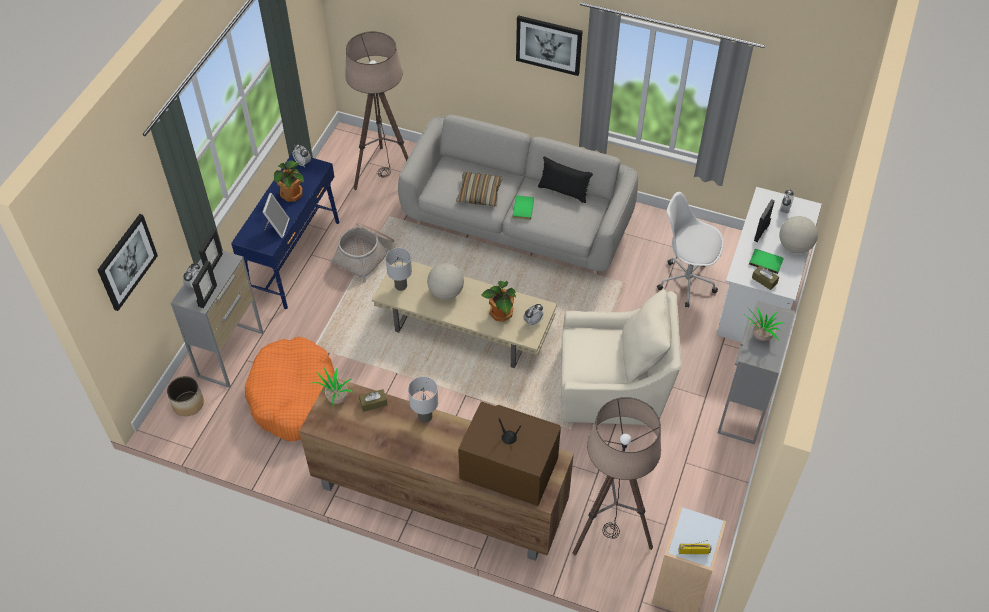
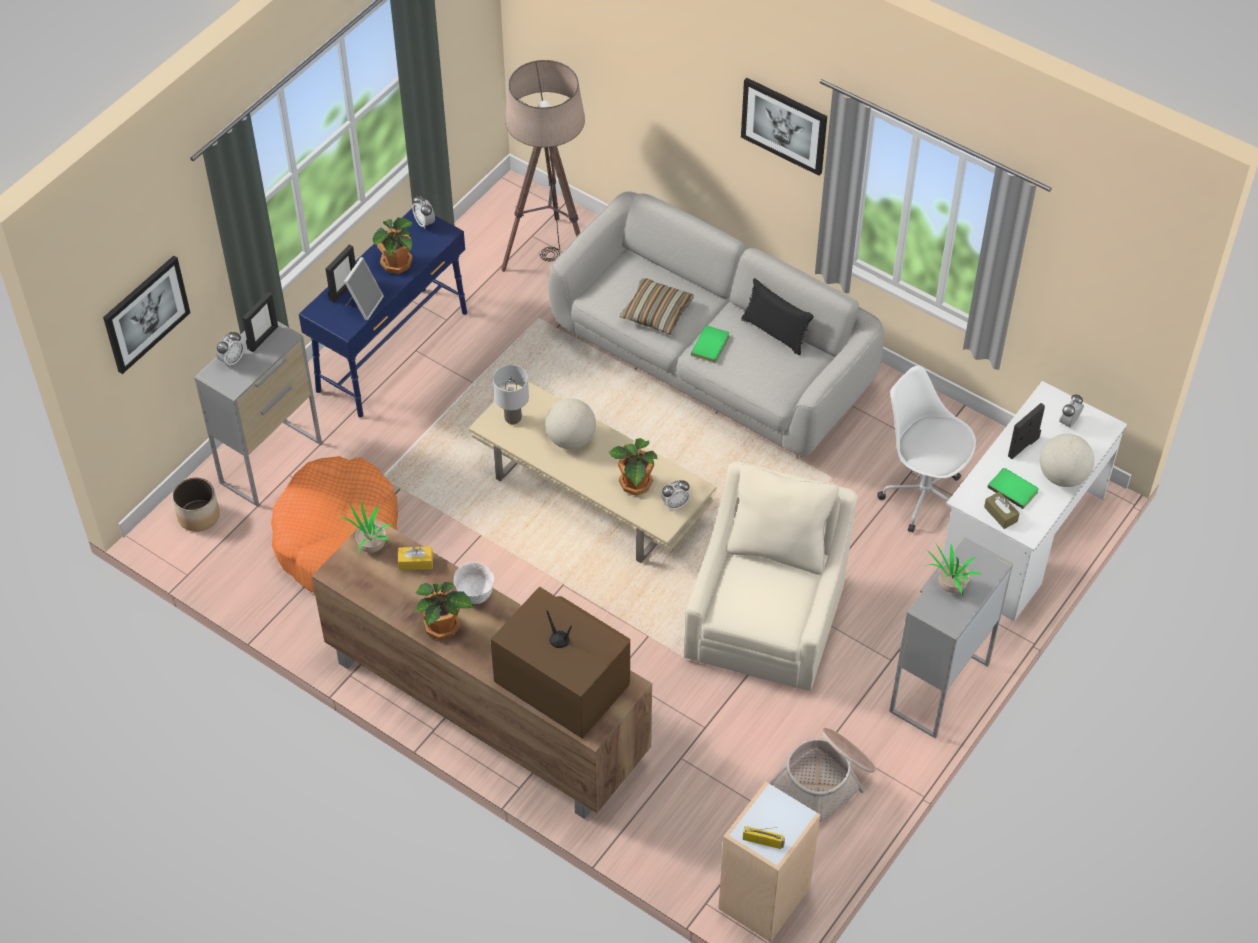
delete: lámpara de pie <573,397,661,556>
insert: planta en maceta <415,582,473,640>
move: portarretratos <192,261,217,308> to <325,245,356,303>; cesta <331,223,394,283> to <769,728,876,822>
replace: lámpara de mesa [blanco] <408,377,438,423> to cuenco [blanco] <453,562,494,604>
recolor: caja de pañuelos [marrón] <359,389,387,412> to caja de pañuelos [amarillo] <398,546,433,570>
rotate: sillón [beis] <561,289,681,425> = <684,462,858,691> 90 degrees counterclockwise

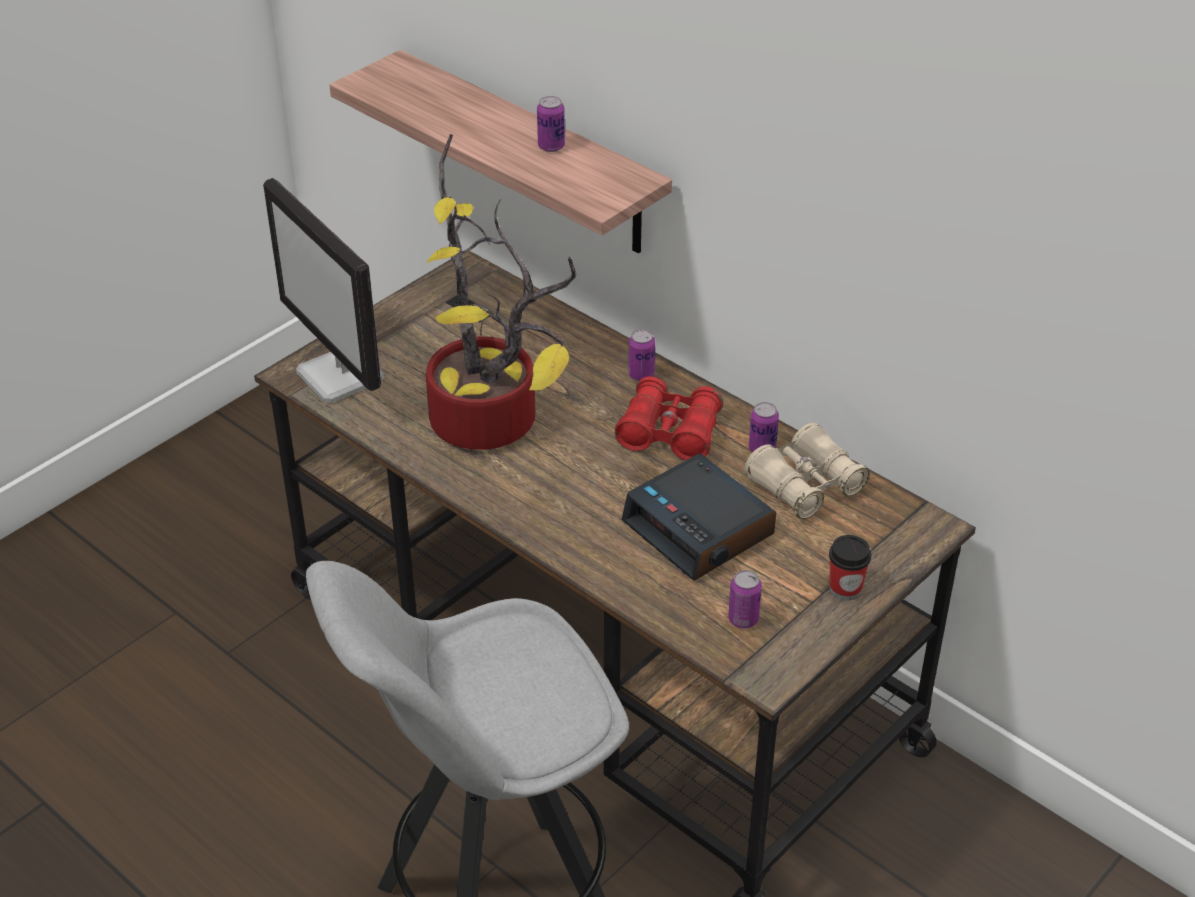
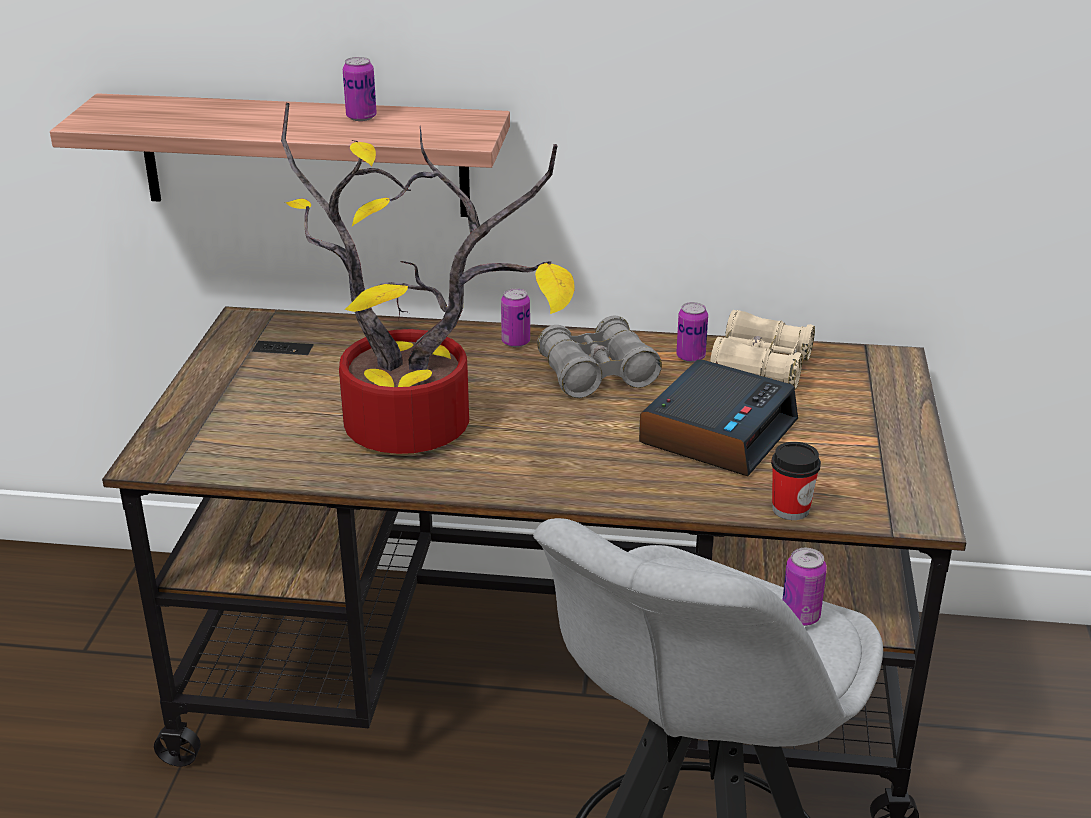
delete: monitor <263,178,384,403>
move: lata <728,570,762,629> to <782,548,827,626>; taza <829,535,871,601> to <771,442,821,520>
recolor: prismáticos [rojo] <615,376,723,461> to prismáticos [gris] <537,316,662,398>
rotate: despertador <622,453,776,581> = <639,359,798,476> 75 degrees counterclockwise

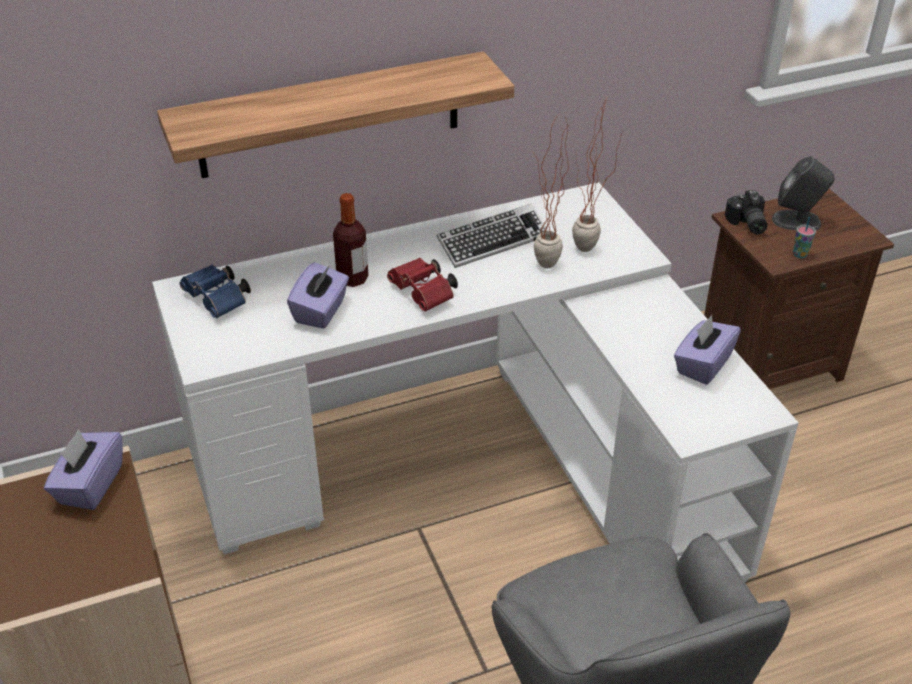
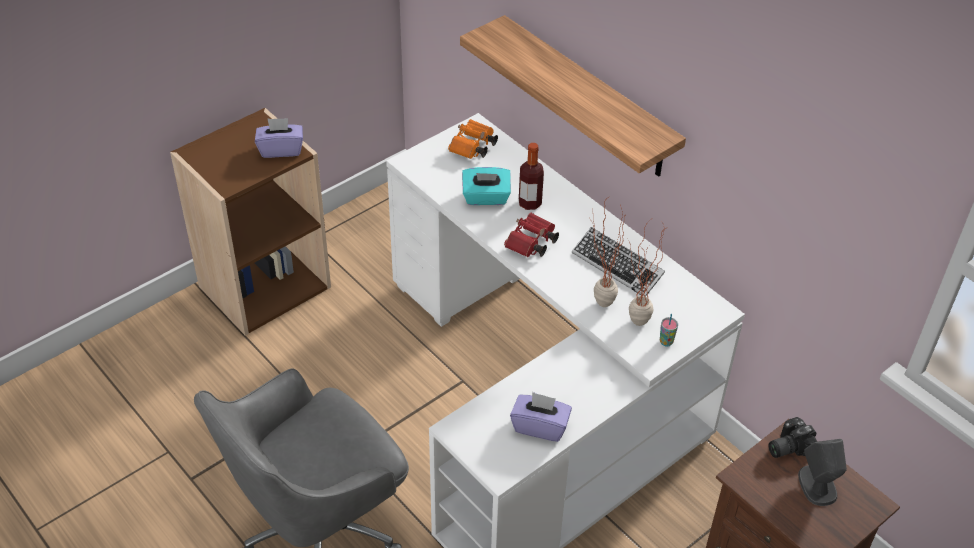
move: taza <793,217,816,258> to <660,314,678,347>
recolor: prismáticos [azul] <180,264,251,318> to prismáticos [naranja] <448,119,498,159>; caja de pañuelos [morado] <287,262,349,329> to caja de pañuelos [turquesa] <462,167,511,205>

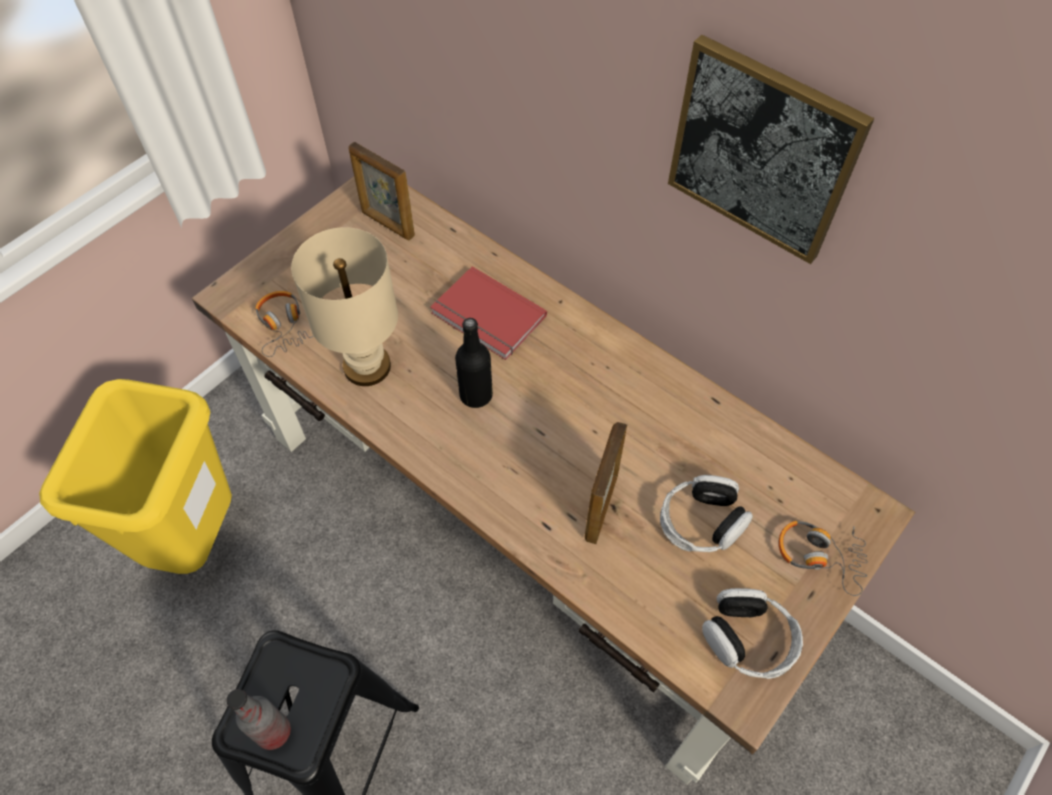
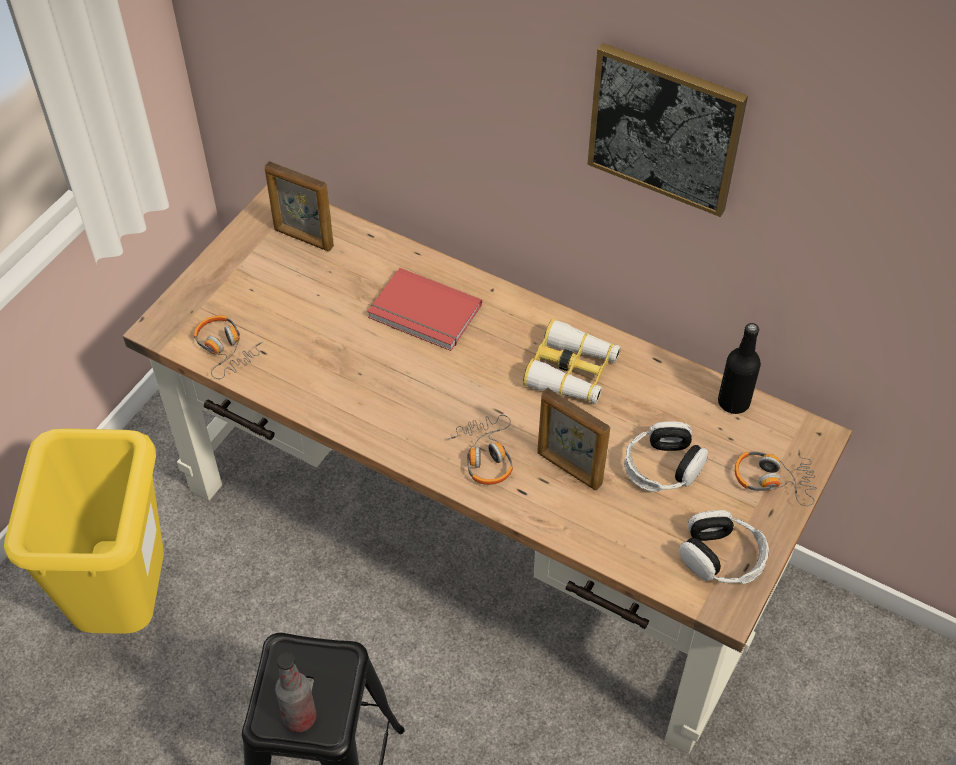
delete: lámpara de mesa [beis] <291,227,398,386>
insert: auriculares <448,415,513,485>; prismáticos <523,319,621,404>
move: botella [negro] <455,318,493,408> to <718,323,761,414>
rotate: portarretratos <585,422,627,544> = <537,387,610,490> 60 degrees counterclockwise

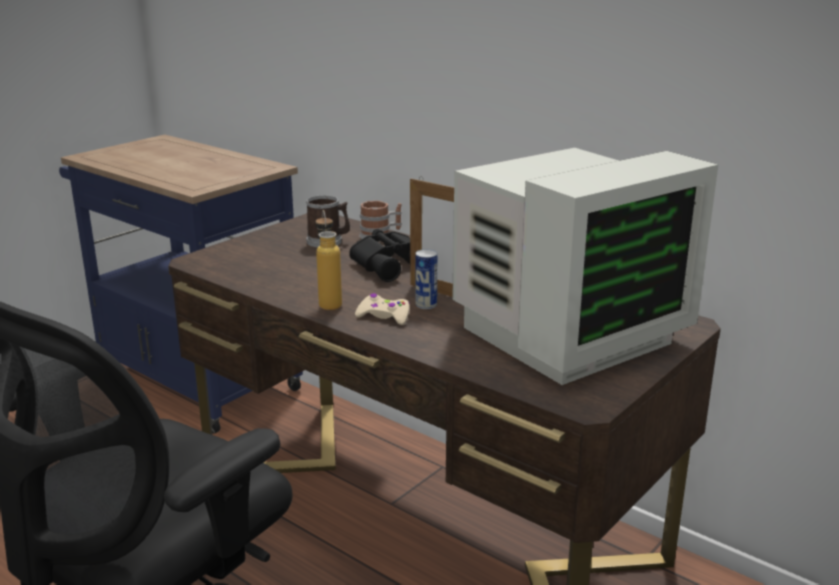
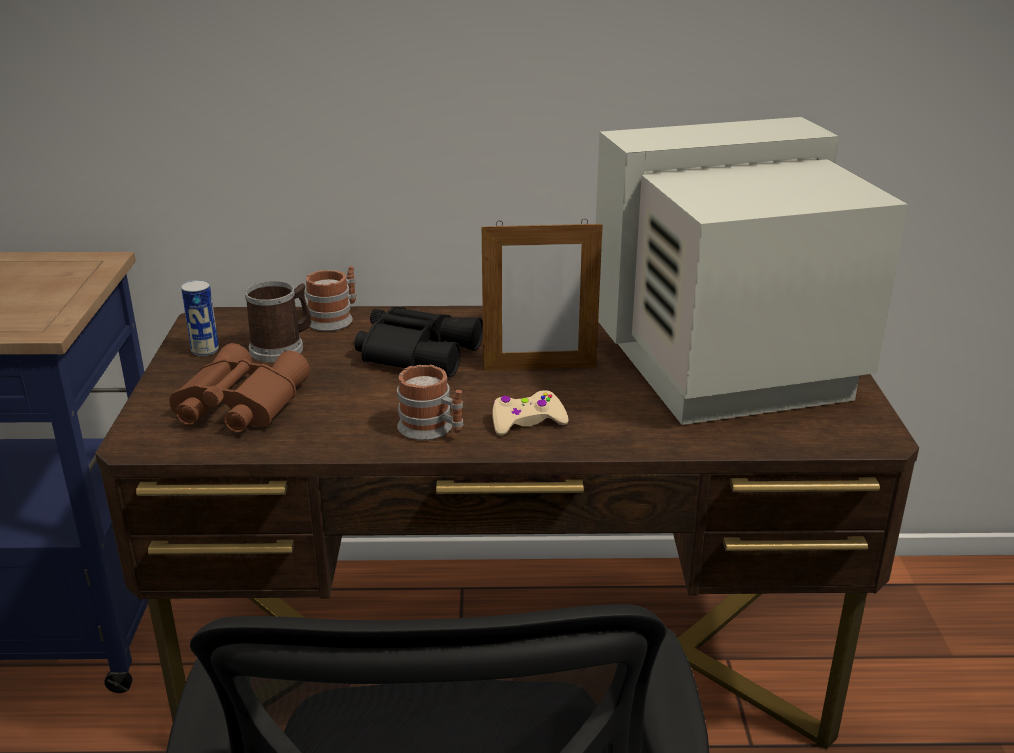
insert: prismáticos [marrón] <169,343,310,432>
move: lata <416,249,437,309> to <181,280,219,356>
replace: botella <316,210,342,310> to taza grande <397,365,463,440>
rotate: monitor <452,148,718,385> = <596,117,908,425> 120 degrees counterclockwise

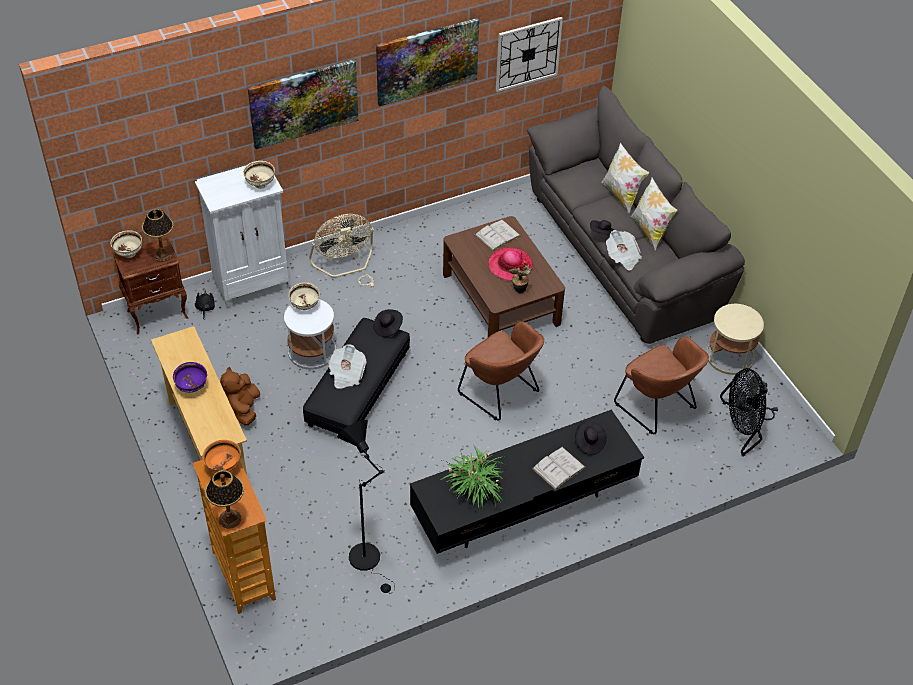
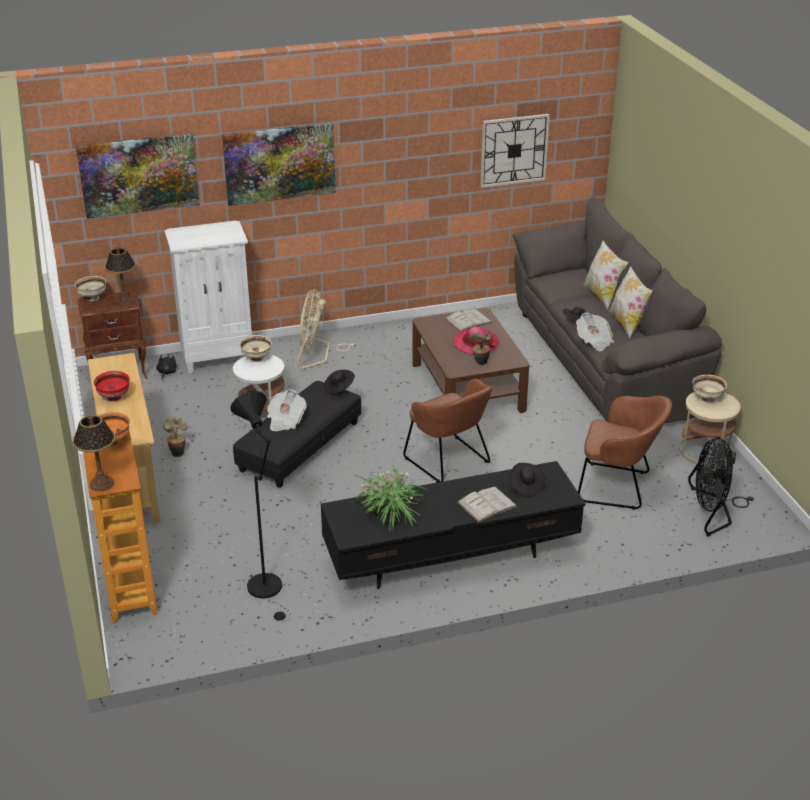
move: cuenco [beis] <243,161,275,189> to <692,375,727,403>; cuadro <376,18,479,106> to <76,134,200,219>
replace: peluche [marrón] <220,367,260,426> to planta en maceta <163,417,188,457>
recolor: cuenco [morado] <173,362,207,393> to cuenco [rojo] <94,371,130,401>
rotate: ventilador [beis] <309,214,374,287> = <297,289,356,370> 75 degrees counterclockwise; sillón [marrón] <614,337,709,434> = <578,395,672,510> 45 degrees counterclockwise

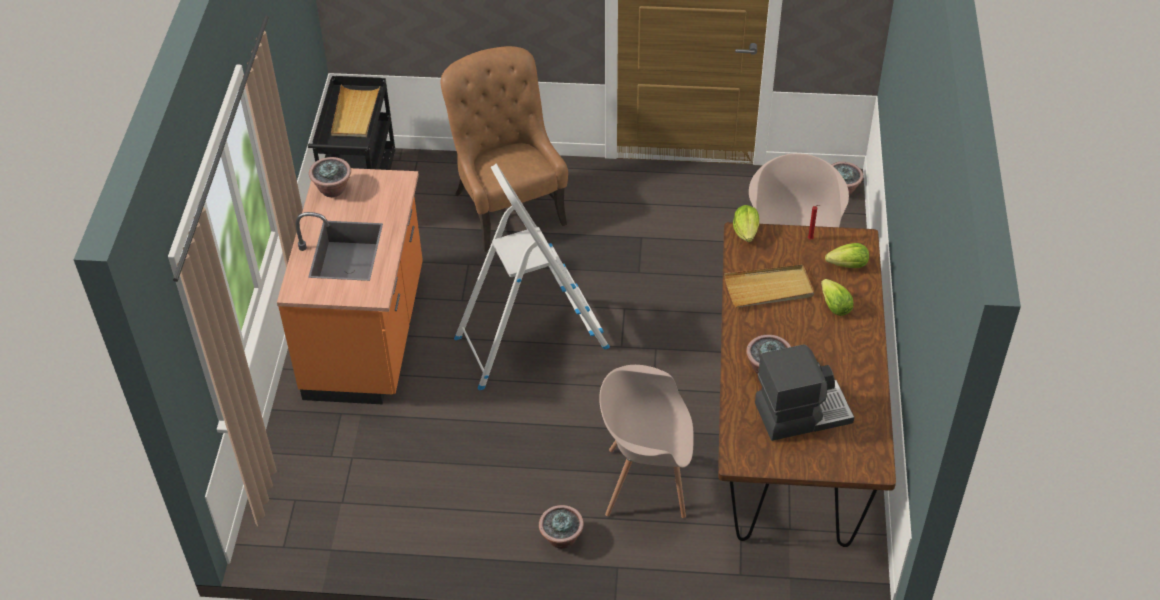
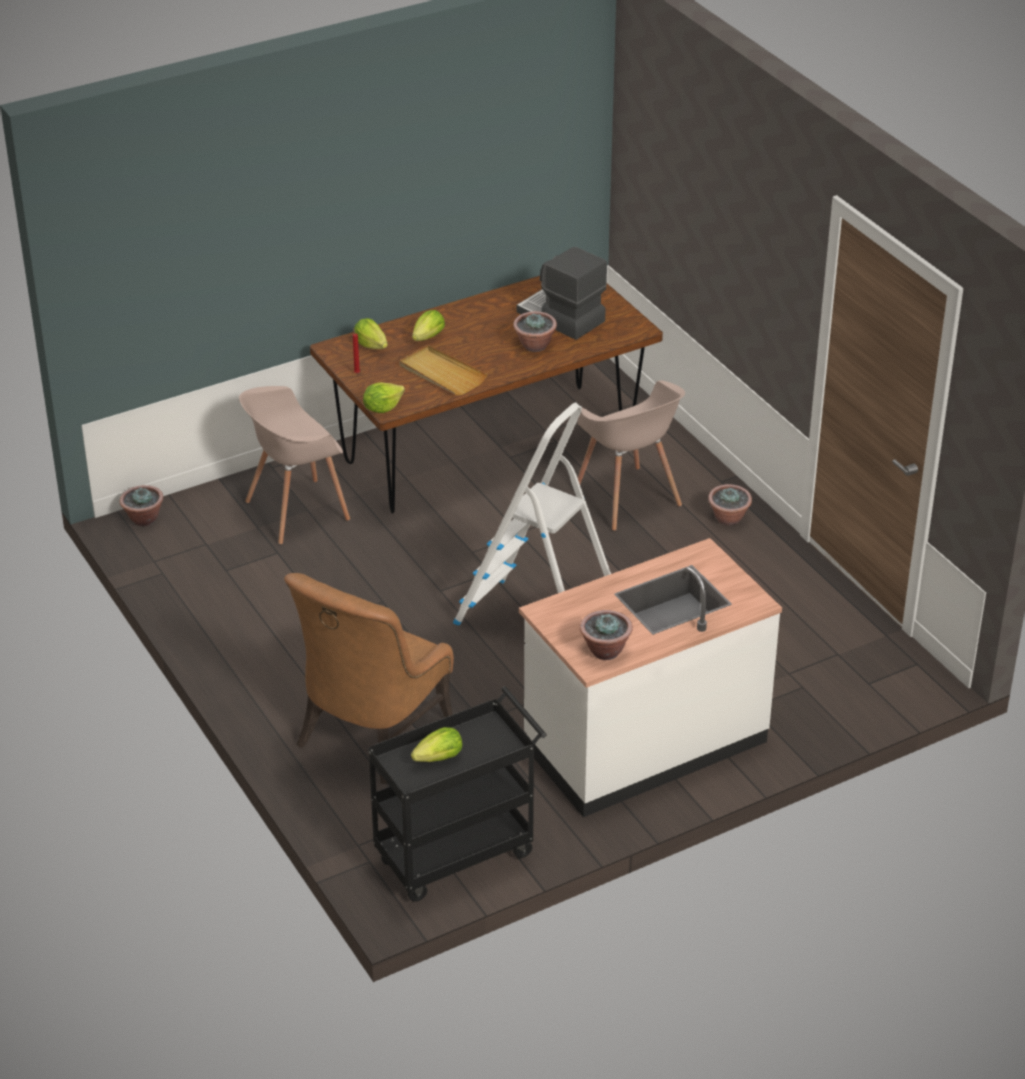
replace: bandeja [beis] <331,85,380,137> to lechuga <411,727,462,762>
recolor: mueble bajo de cocina [naranja] <277,168,423,405> to mueble bajo de cocina [blanco] <519,538,782,817>

